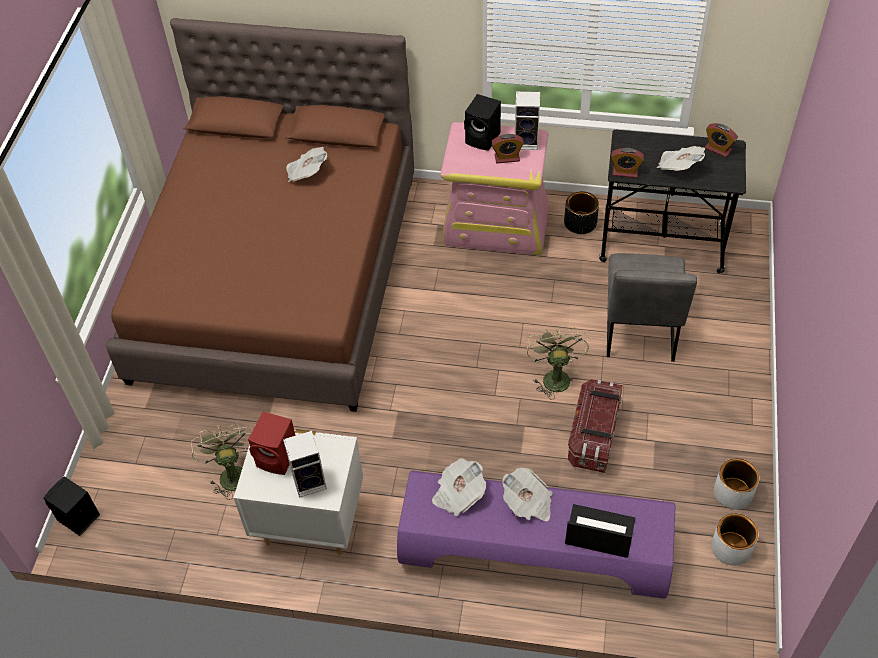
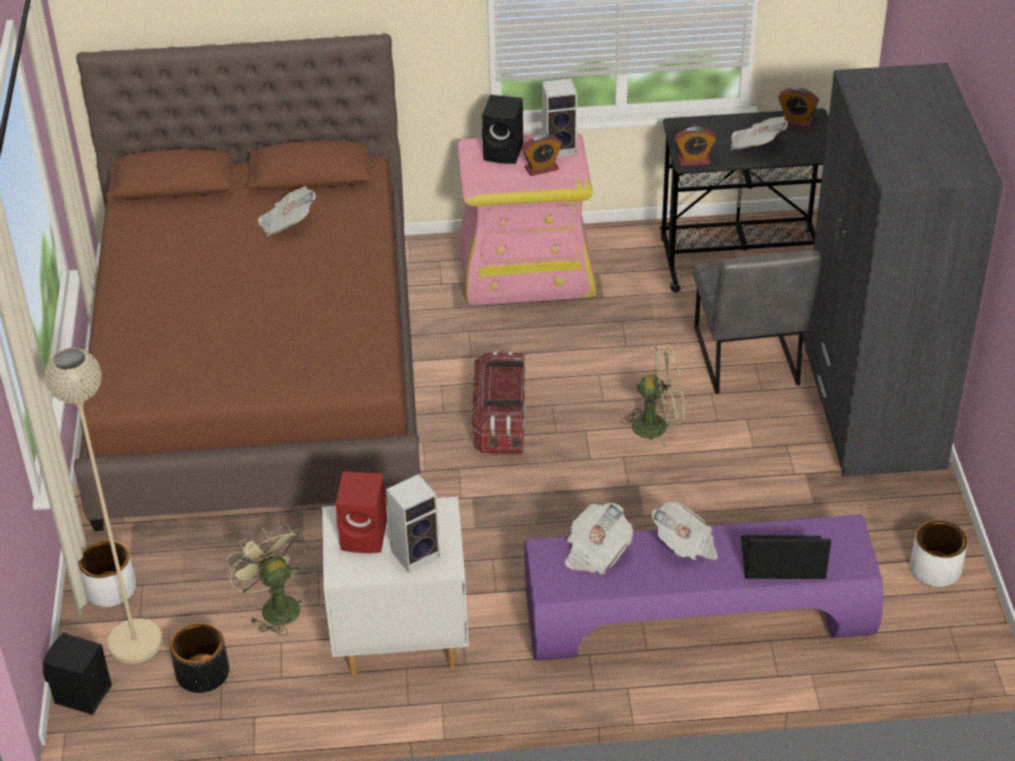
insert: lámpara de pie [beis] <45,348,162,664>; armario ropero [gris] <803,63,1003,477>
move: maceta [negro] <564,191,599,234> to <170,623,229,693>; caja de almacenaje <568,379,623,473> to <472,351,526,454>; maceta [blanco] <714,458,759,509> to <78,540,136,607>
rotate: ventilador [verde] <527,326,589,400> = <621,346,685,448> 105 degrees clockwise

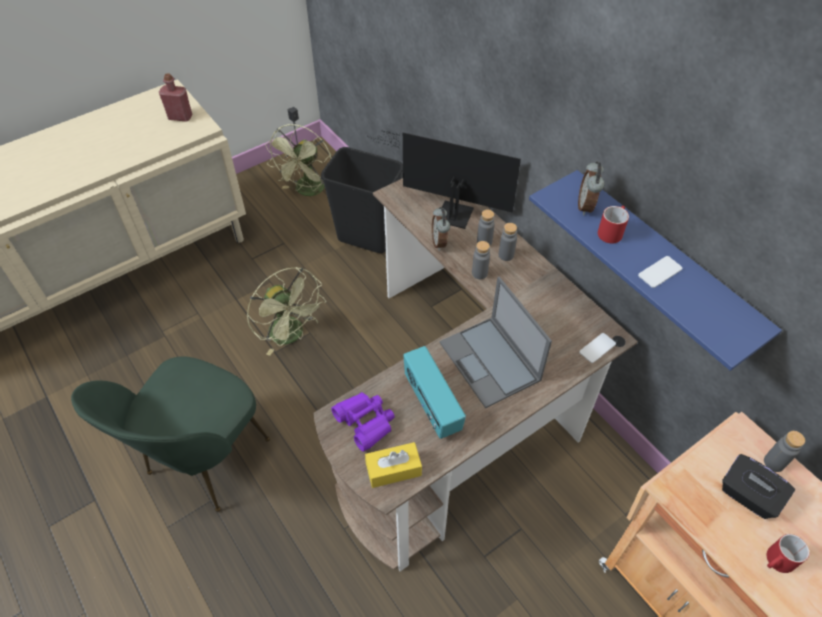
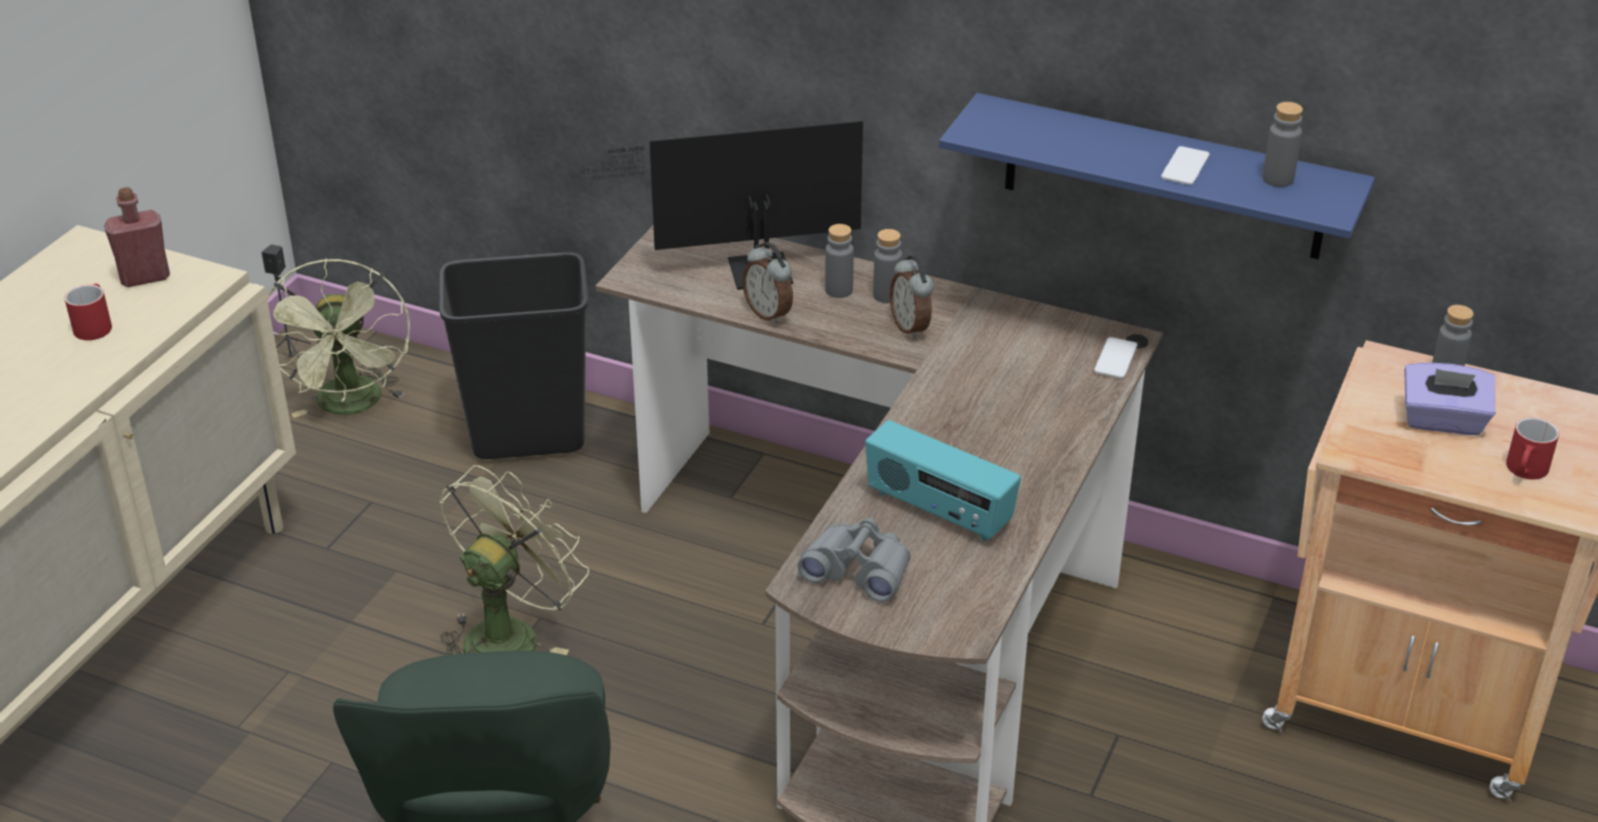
delete: caja de pañuelos [amarillo] <365,442,422,488>; portátil <439,277,552,408>
move: botella [gris] <472,241,490,279> to <1262,102,1303,187>; despertador <578,161,605,215> to <890,255,934,339>; taza grande [rojo] <598,206,629,243> to <65,284,112,340>
recolor: prismáticos [morado] <331,392,395,452> to prismáticos [gris] <798,518,911,602>; caja de pañuelos [negro] <722,454,795,519> to caja de pañuelos [morado] <1404,363,1495,435>
rotate: ventilador [verde] <247,267,326,356> = <440,465,589,656> 75 degrees counterclockwise

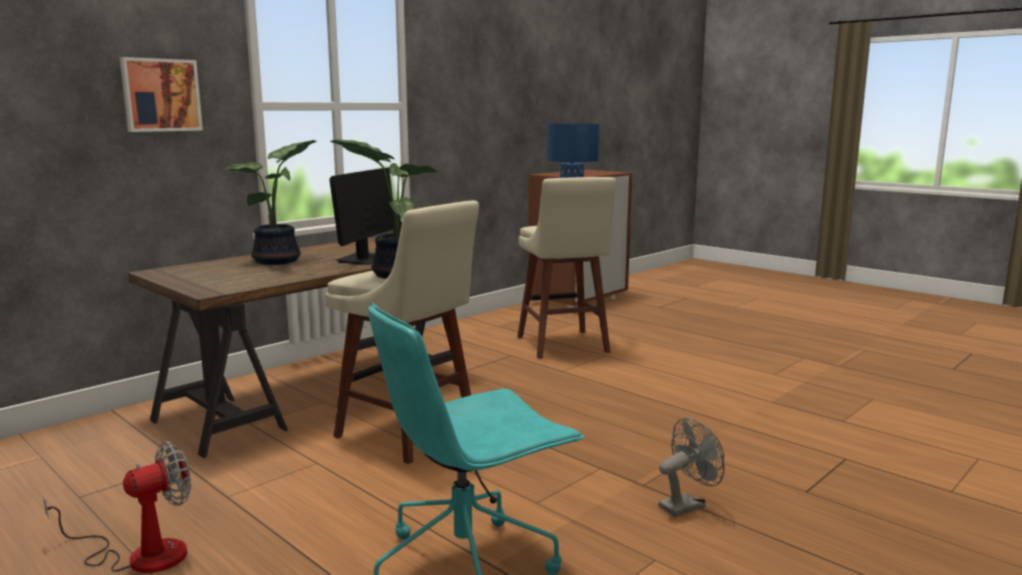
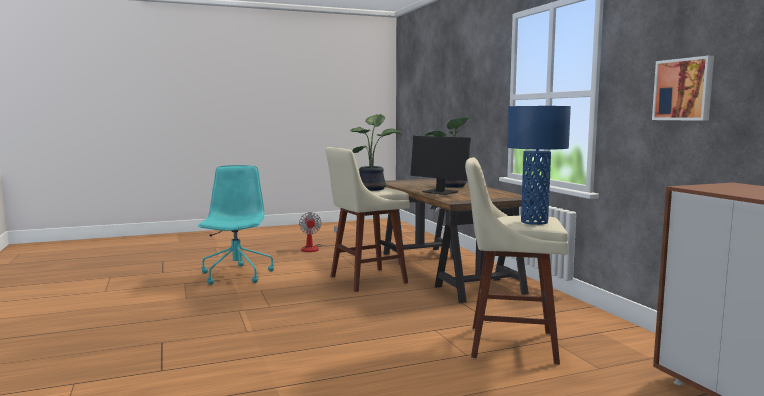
delete: ventilador [gris] <659,418,724,517>
move: cuadro <120,57,203,132> to <652,56,714,121>

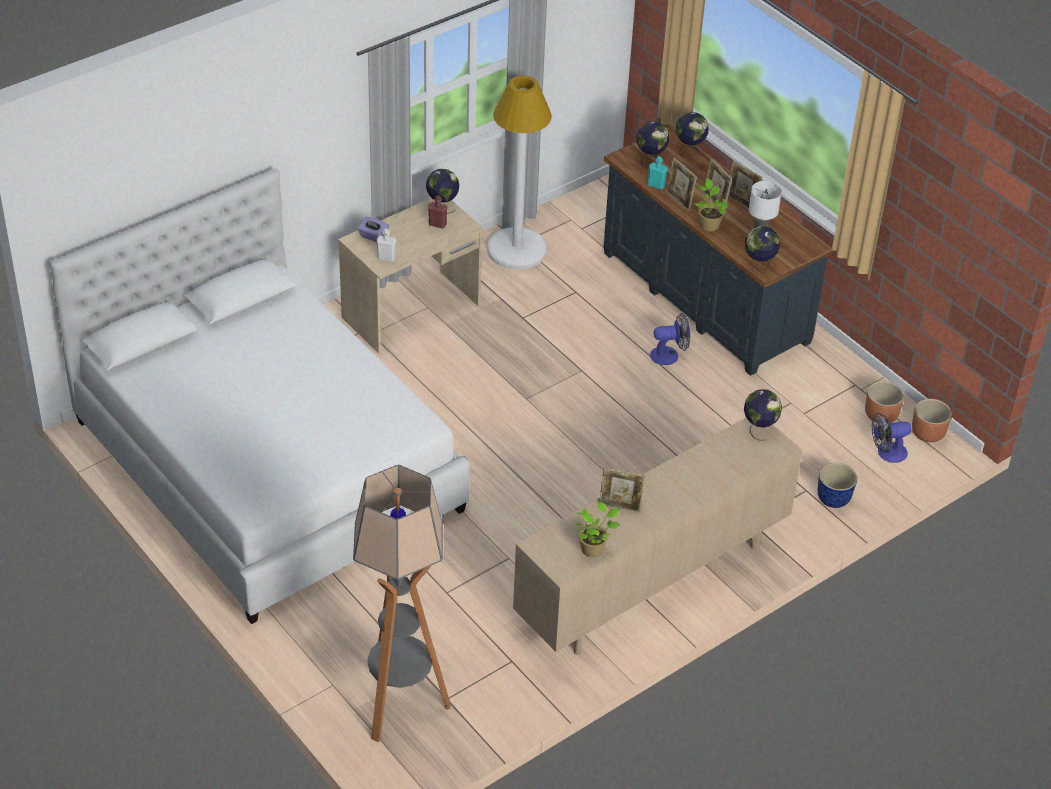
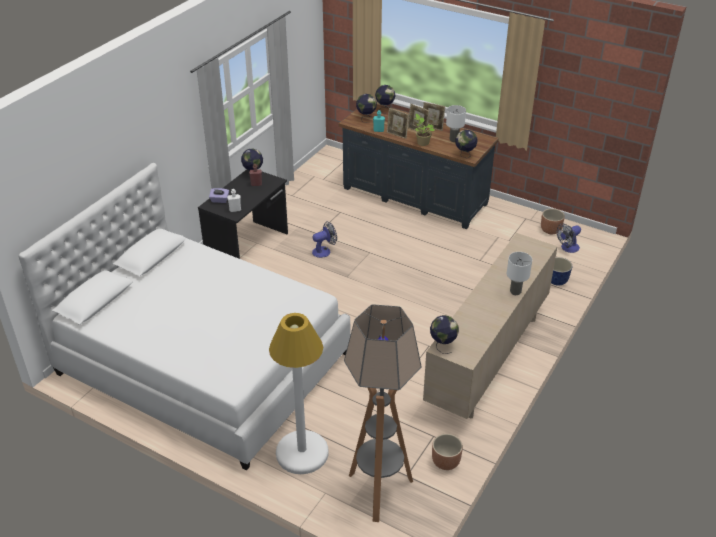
delete: planta en maceta <576,502,620,557>; portarretratos <599,467,645,513>
insert: lámpara de mesa [blanco] <507,252,532,295>
move: lámpara de pie [blanco] <487,75,552,270> to <269,313,329,474>; ventilador <650,313,690,365> to <312,221,337,258>; globo terráqueo <744,389,782,441> to <430,315,459,354>; maceta [marrón] <912,399,952,442> to <432,434,463,470>
recolor: escritorio [beis] <338,198,485,353> to escritorio [negro] <198,169,288,259>

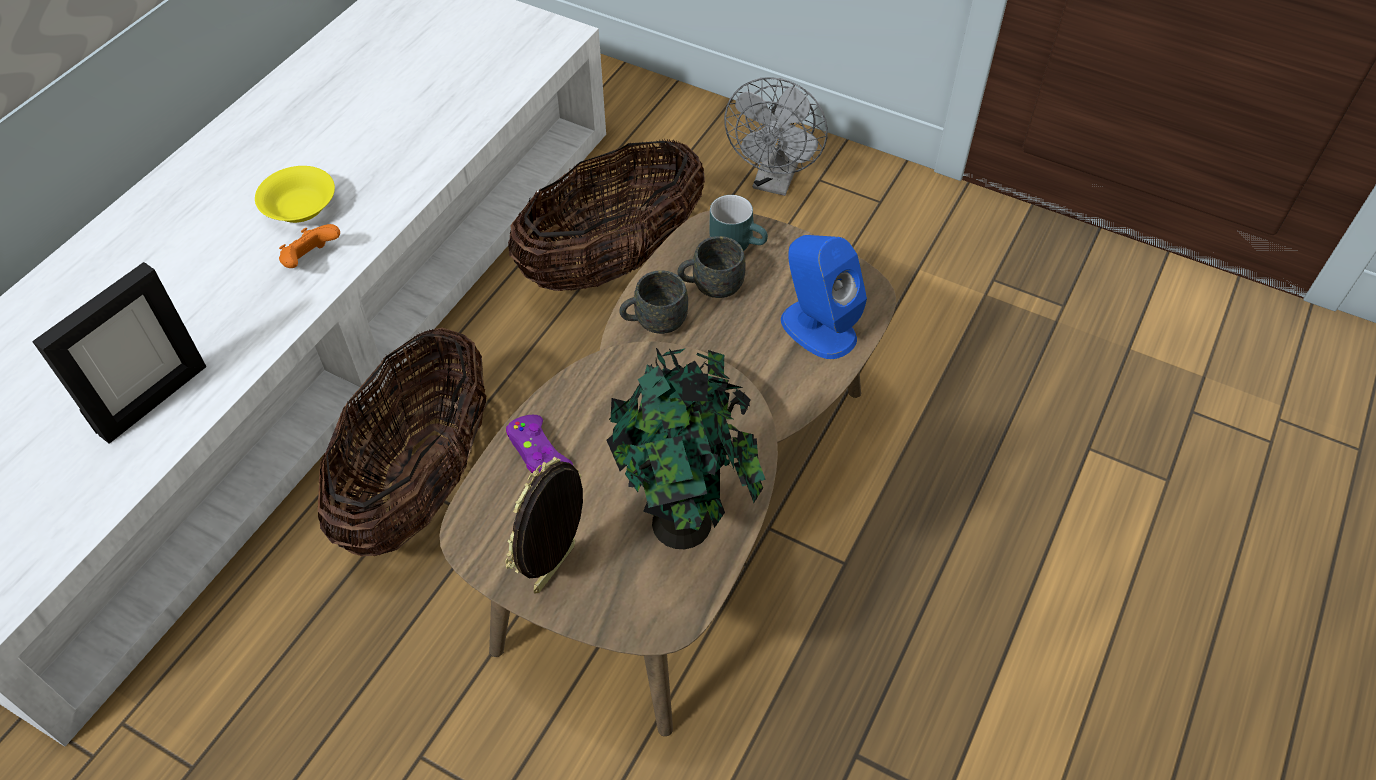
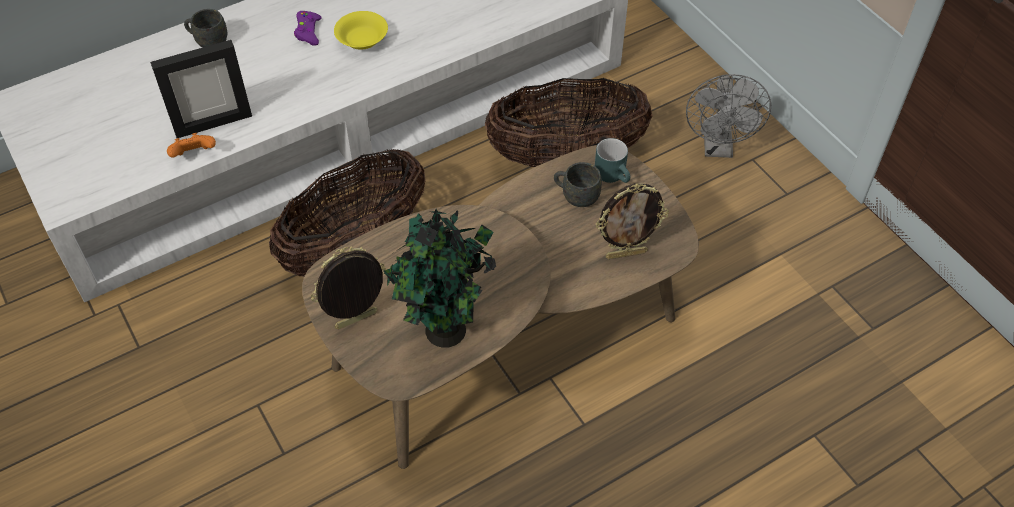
move: mando de consola [naranja] <279,224,340,268> to <167,133,216,158>; mando de consola [morado] <506,415,573,473> to <294,11,322,46>; taza grande [gris] <619,270,688,334> to <184,9,228,47>
replace: altavoz [azul] <781,235,867,359> to portarretratos <596,183,669,259>
rotate: ventilador [gris] <724,77,828,196> = <686,74,771,158> 45 degrees counterclockwise

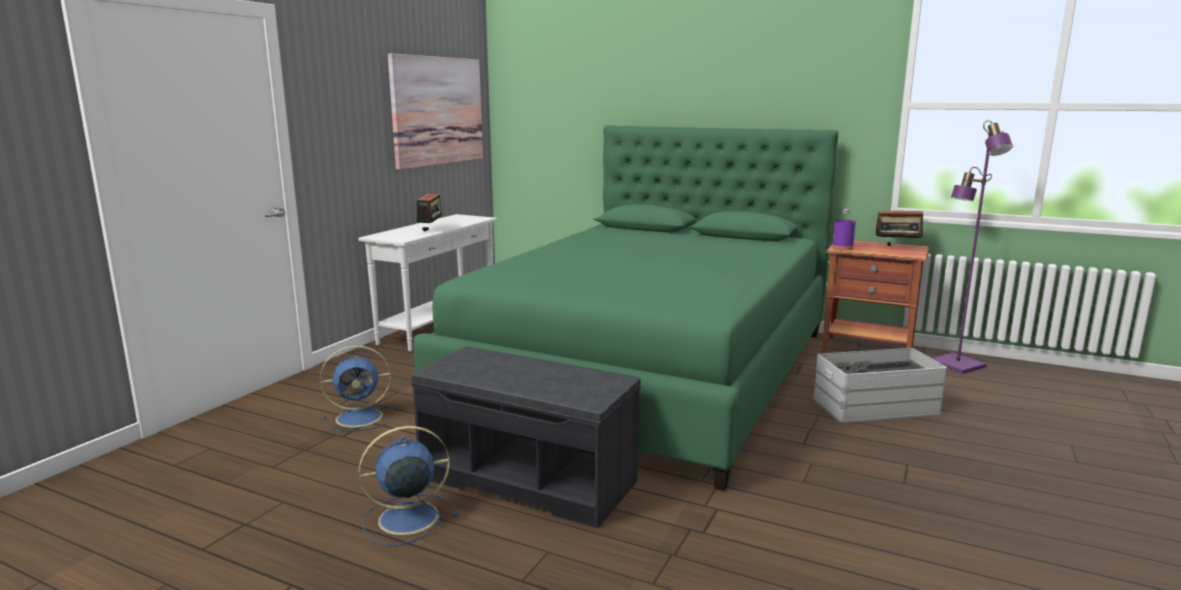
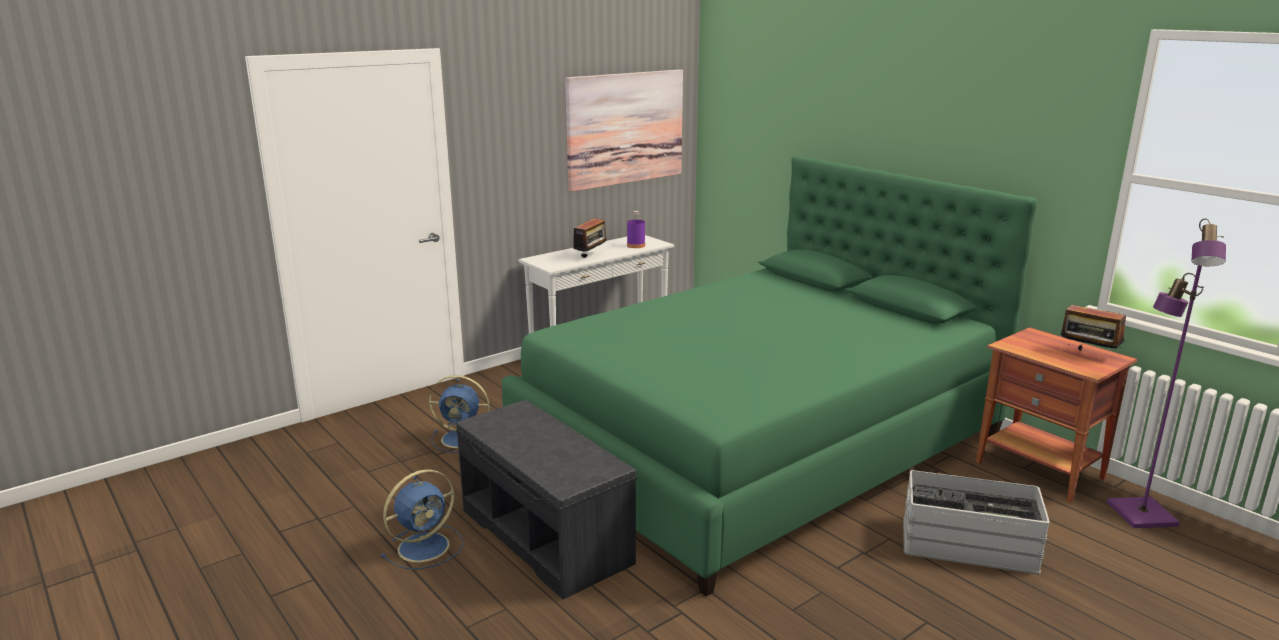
move: botella [morado] <832,209,856,251> to <627,211,645,248>
rotate: ventilador [azul] <359,426,457,546> = <381,470,463,569> 135 degrees clockwise

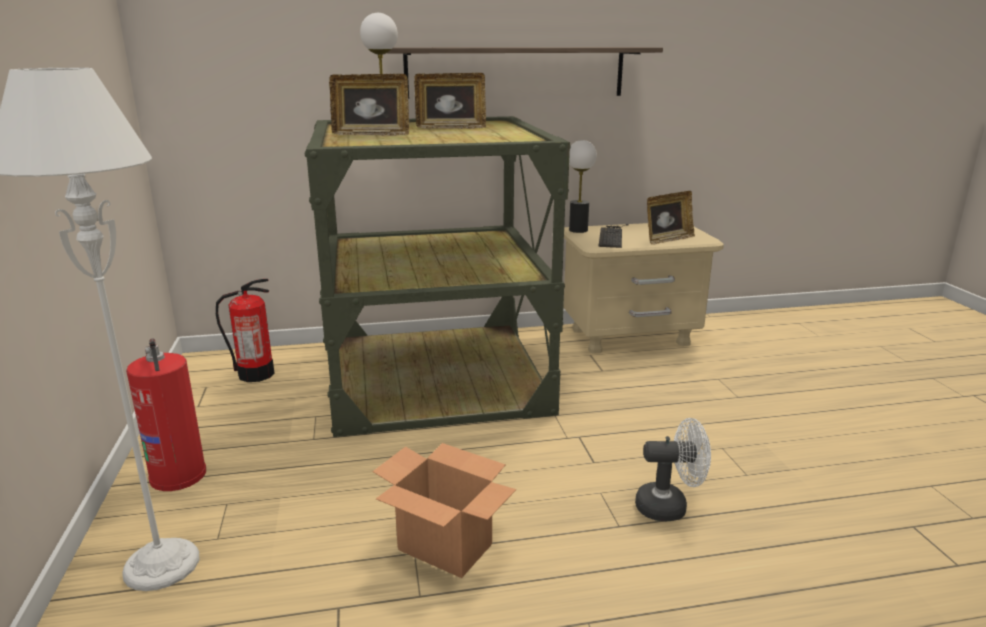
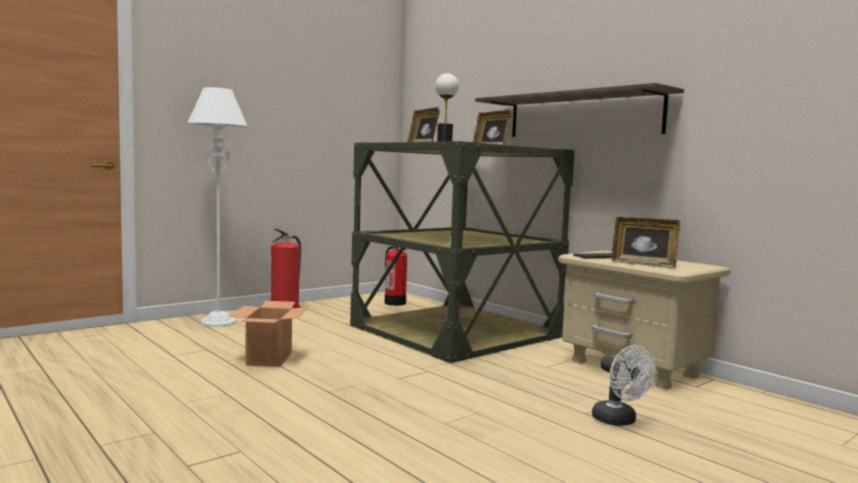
delete: lámpara de mesa <569,140,597,233>
move: ventilador [blanco] <635,418,711,521> to <592,345,655,426>

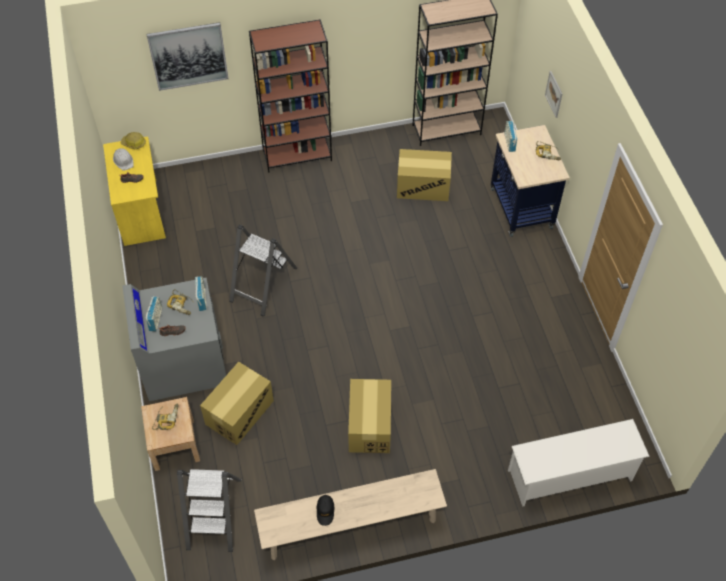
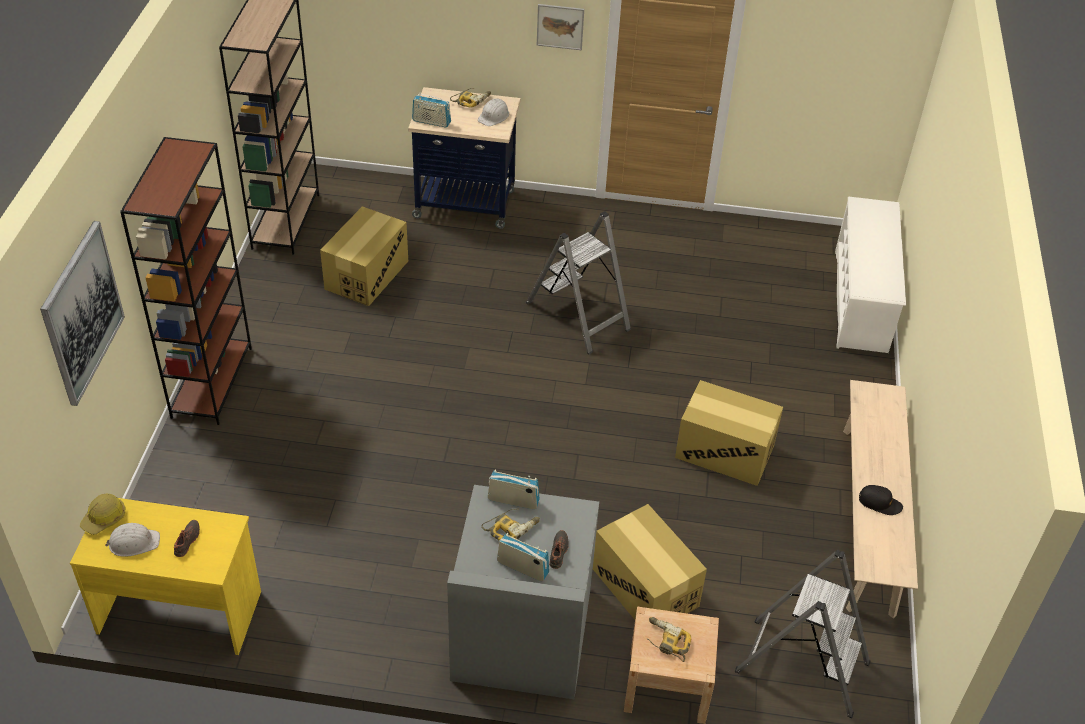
insert: casco [blanco] <478,99,509,126>
move: escalera de tijera [gris] <229,224,297,317> to <526,211,631,354>; cuadro <545,71,562,118> to <537,4,584,50>

